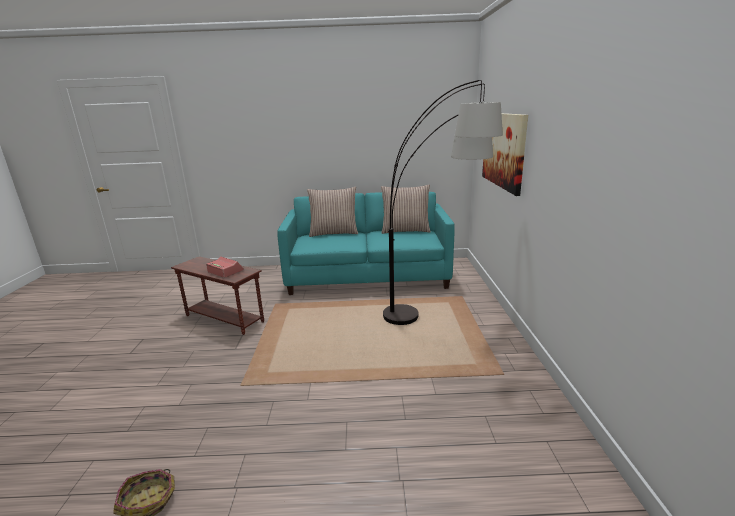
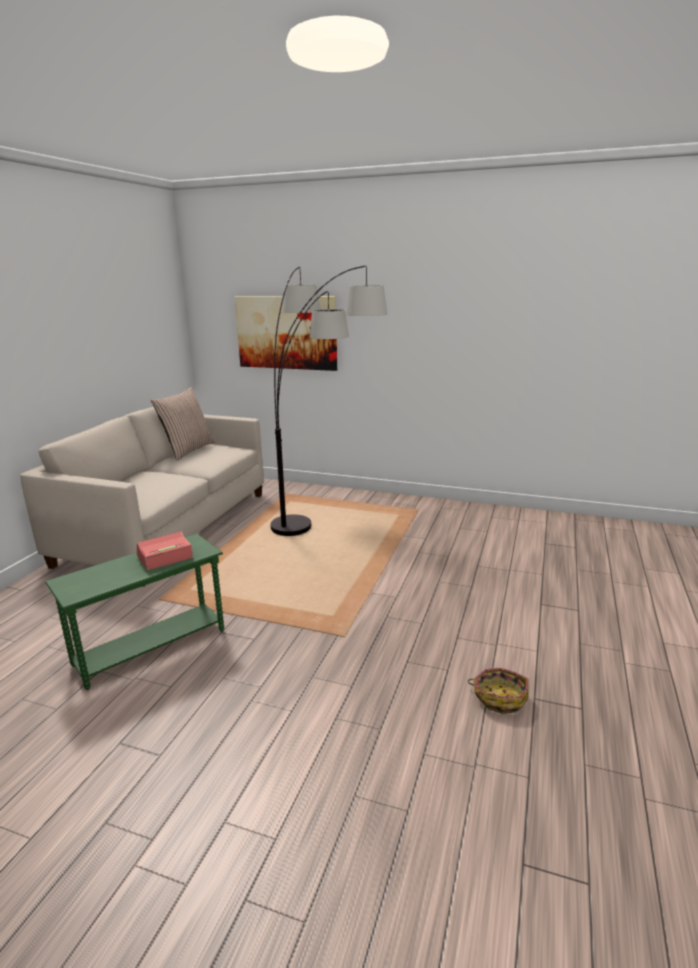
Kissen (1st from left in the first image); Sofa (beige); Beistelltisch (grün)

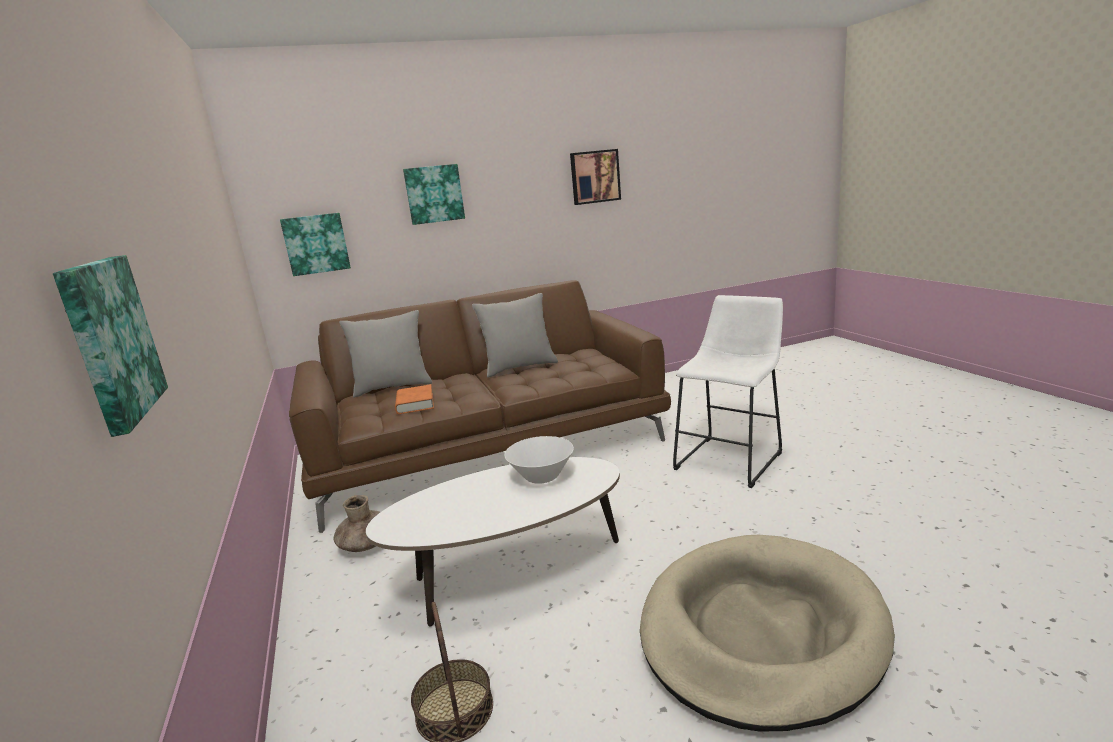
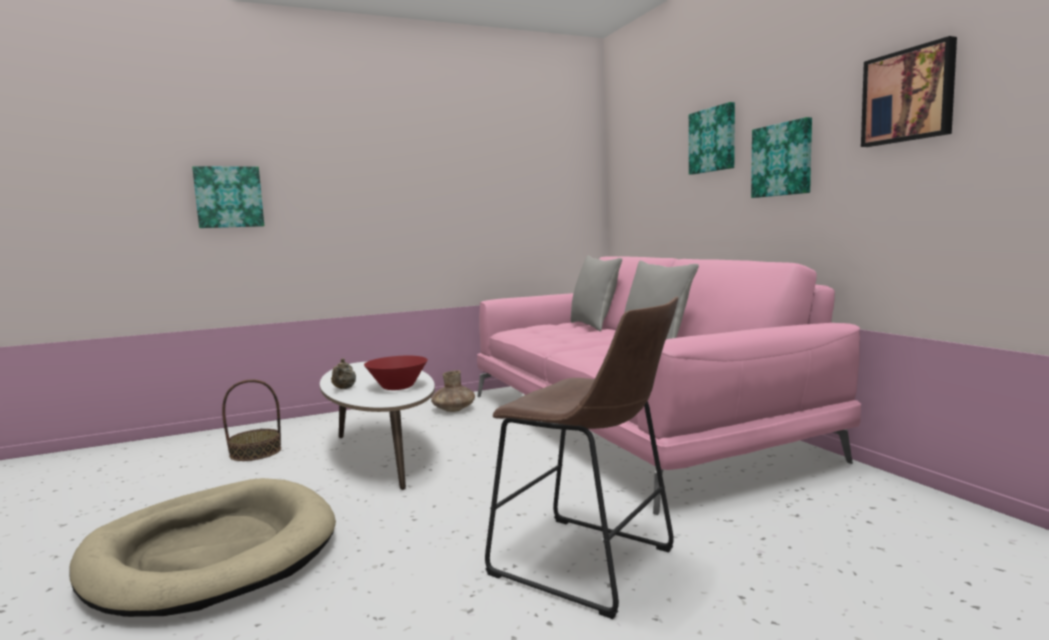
Bild (3rd from left); Sofa (rosa); Hocker (braun); Buch (orange); Schüssel (rot); Teekanne (beige)

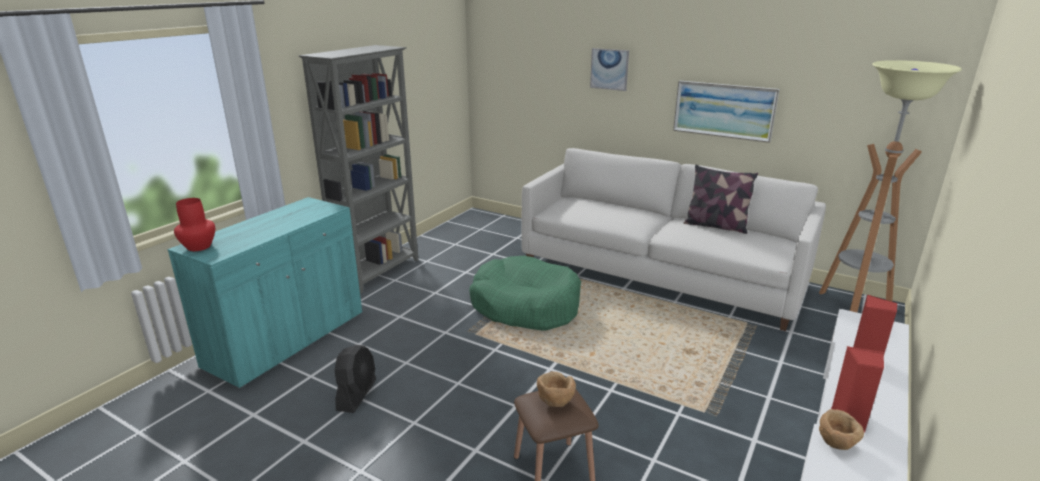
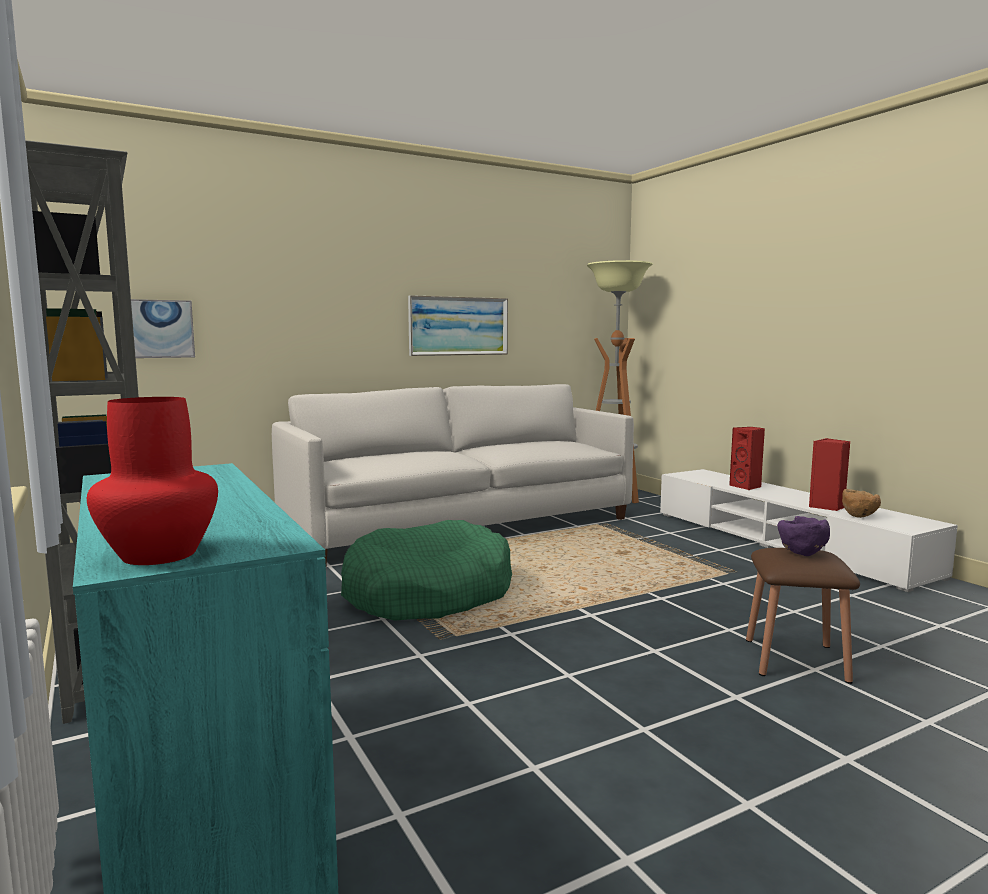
Bild (1st from left); Kissen; Ventilator (schwarz); Schüssel (lila)

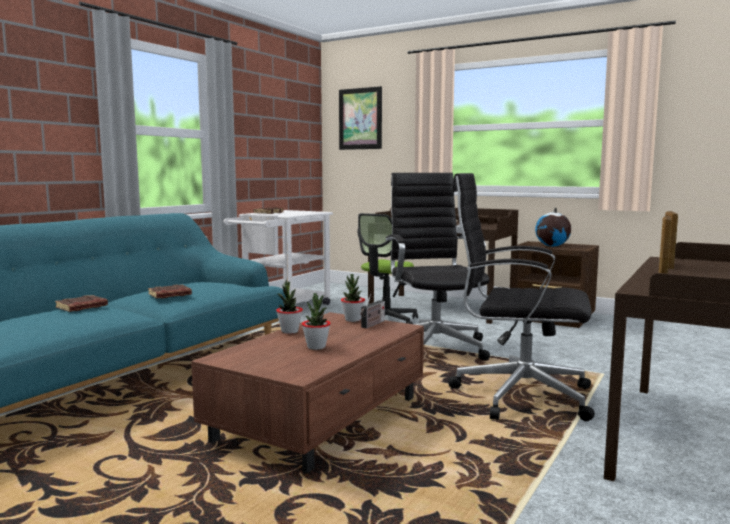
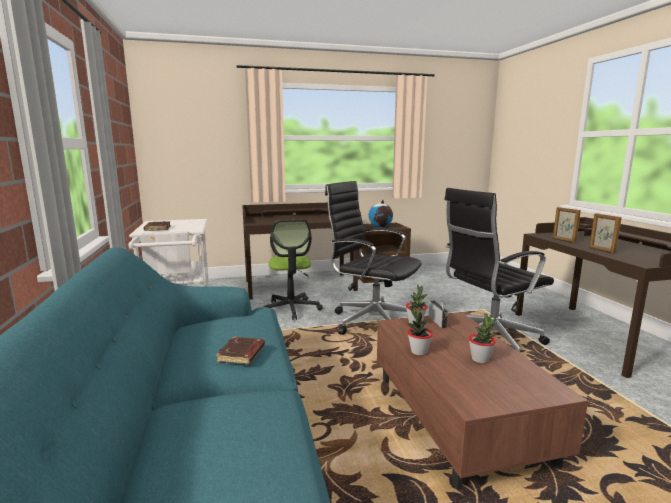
Bild; Buch (braun) (1st from left in the first image)

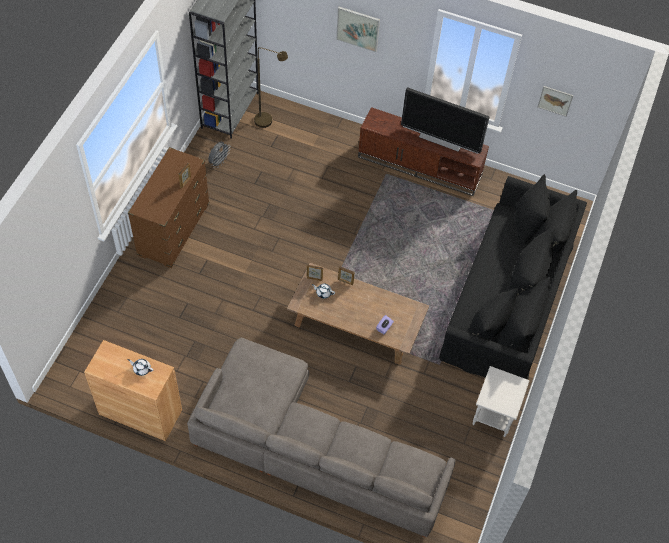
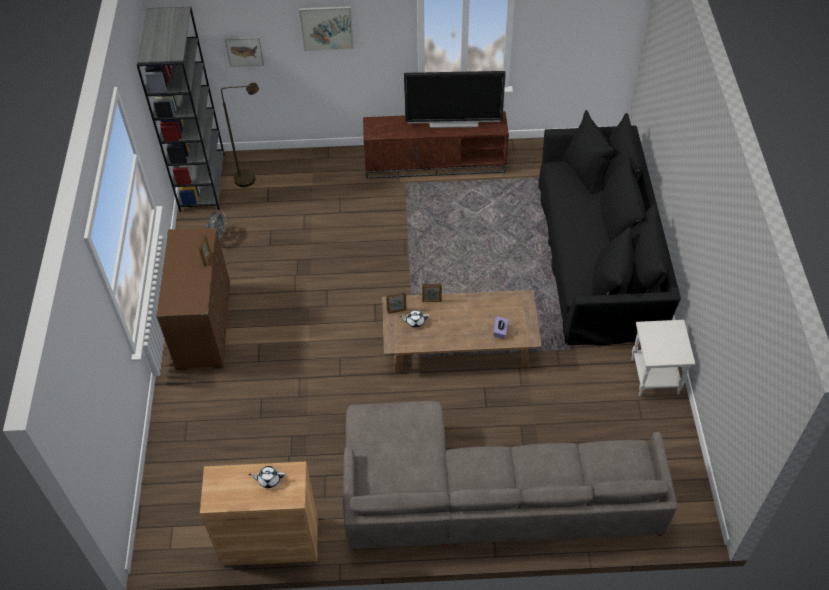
Bild (1st from left)

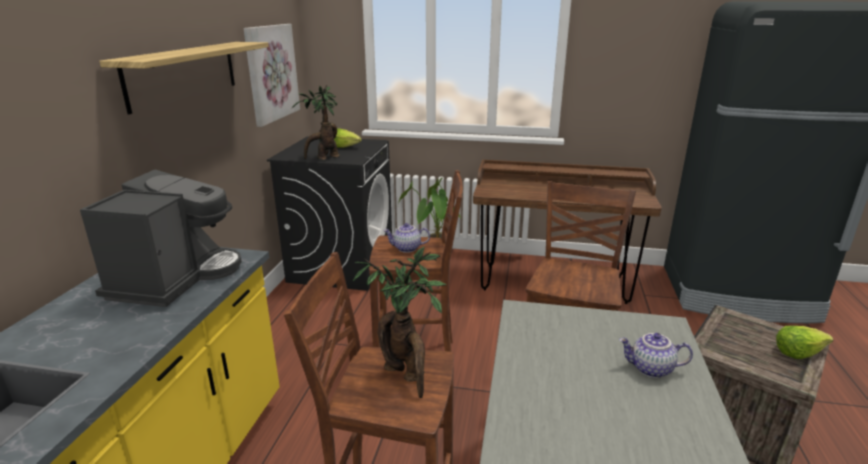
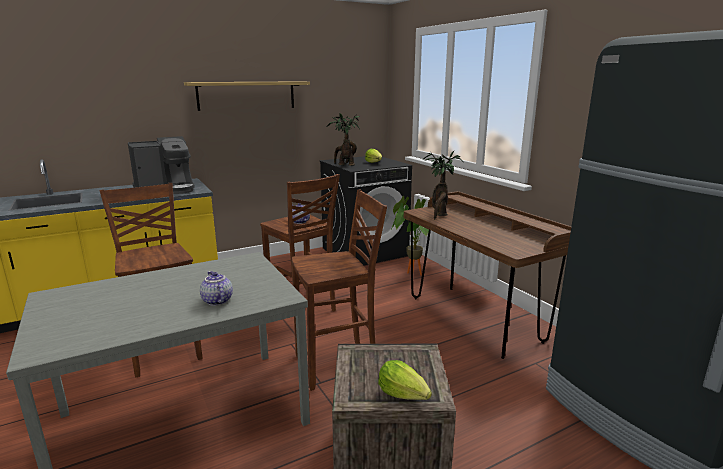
Bild; Topfpflanze (3rd from left)

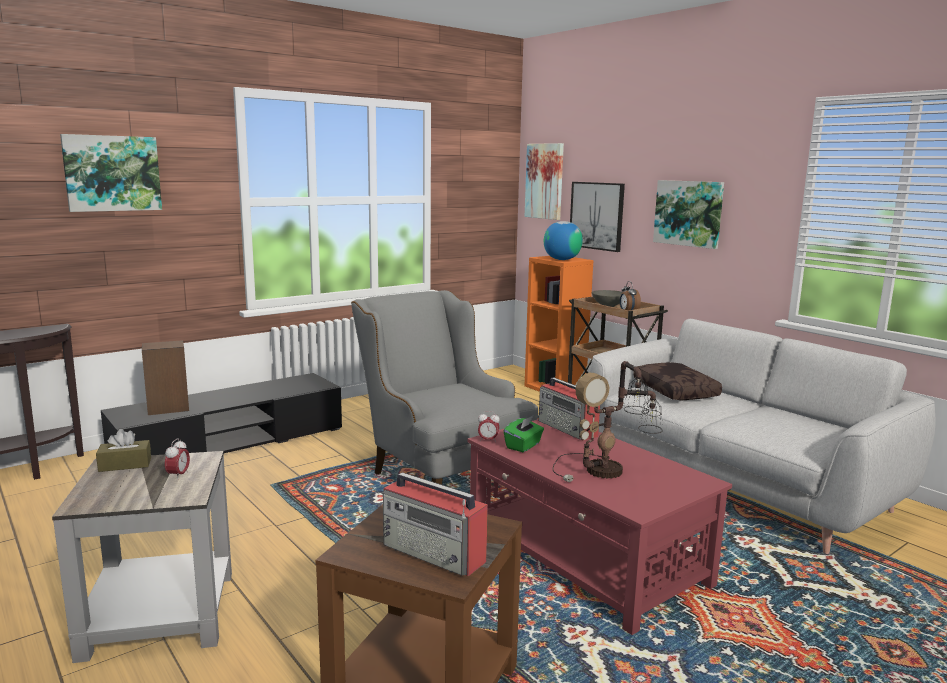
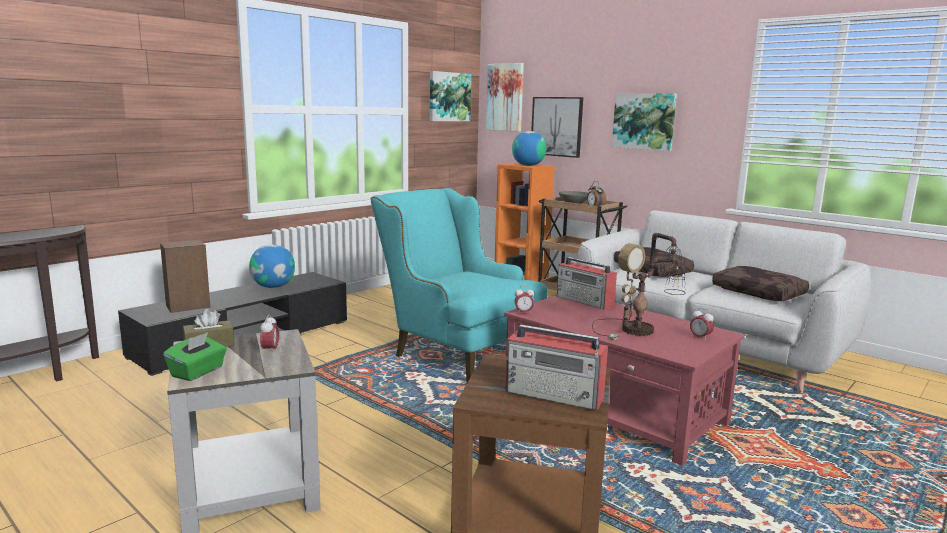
Bild (1st from left); Sessel (türkis); Taschentuchbox (grün); Globus (1st from left); Kissen (braun) (2nd from left); Wecker (4th from left)

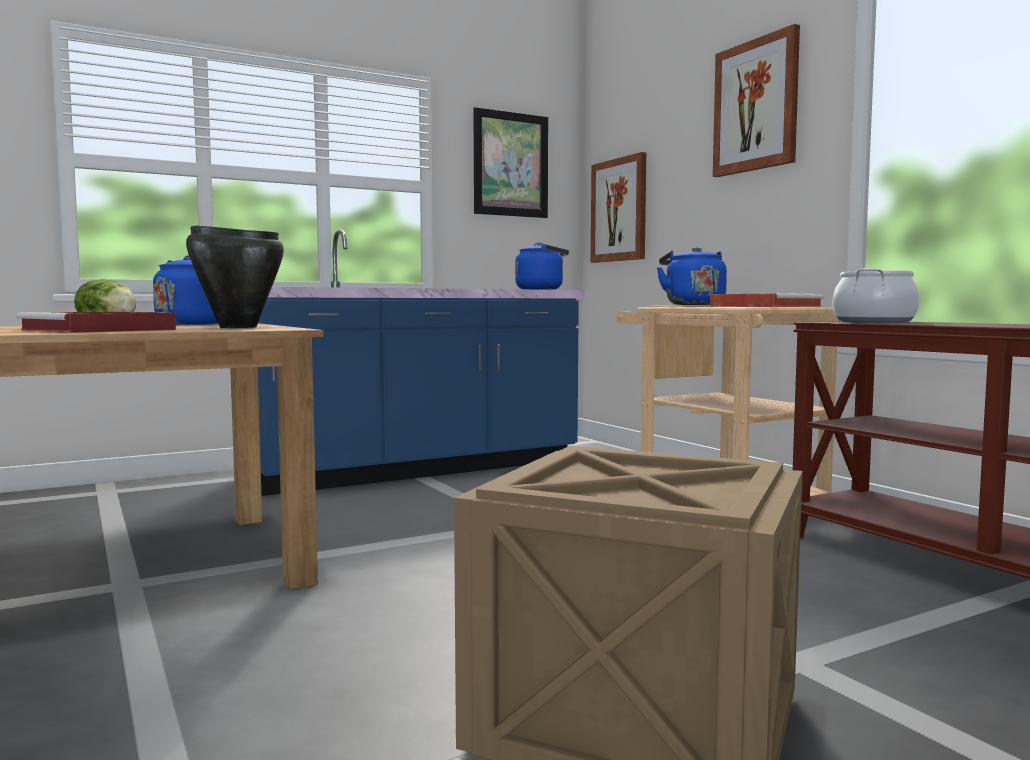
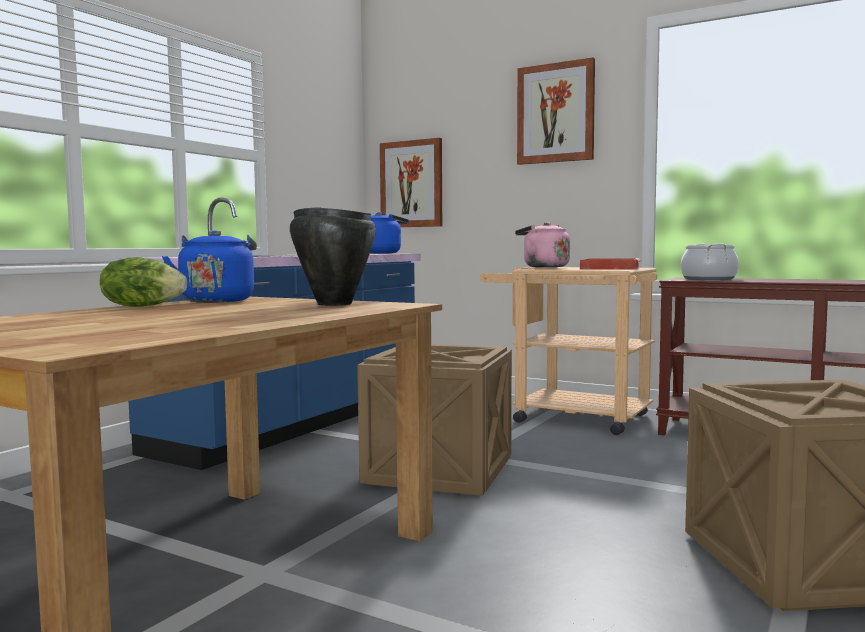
Bild (1st from left in the first image); Wasserkessel (rosa); Tablett (rot) (1st from left in the first image); Kiste (1st from left)

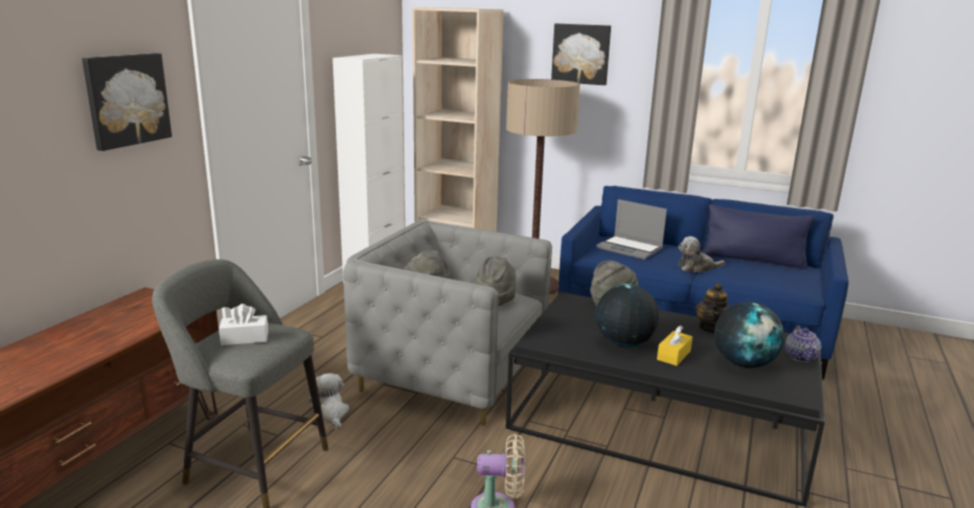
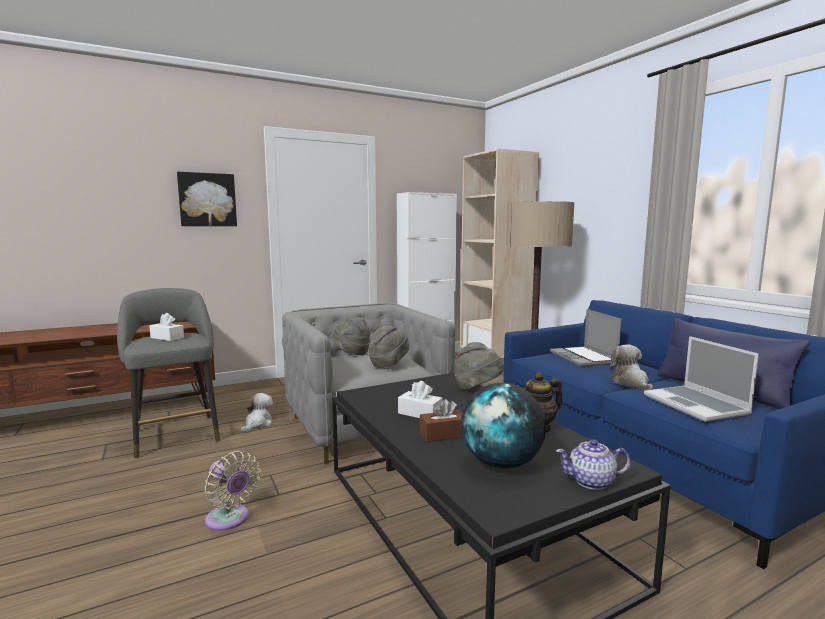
Bild (2nd from left in the first image); Plüschtier (2nd from left); Taschentuchbox (weiß) (2nd from left); Teekanne (2nd from left); Taschentuchbox (braun); Laptop (2nd from left)

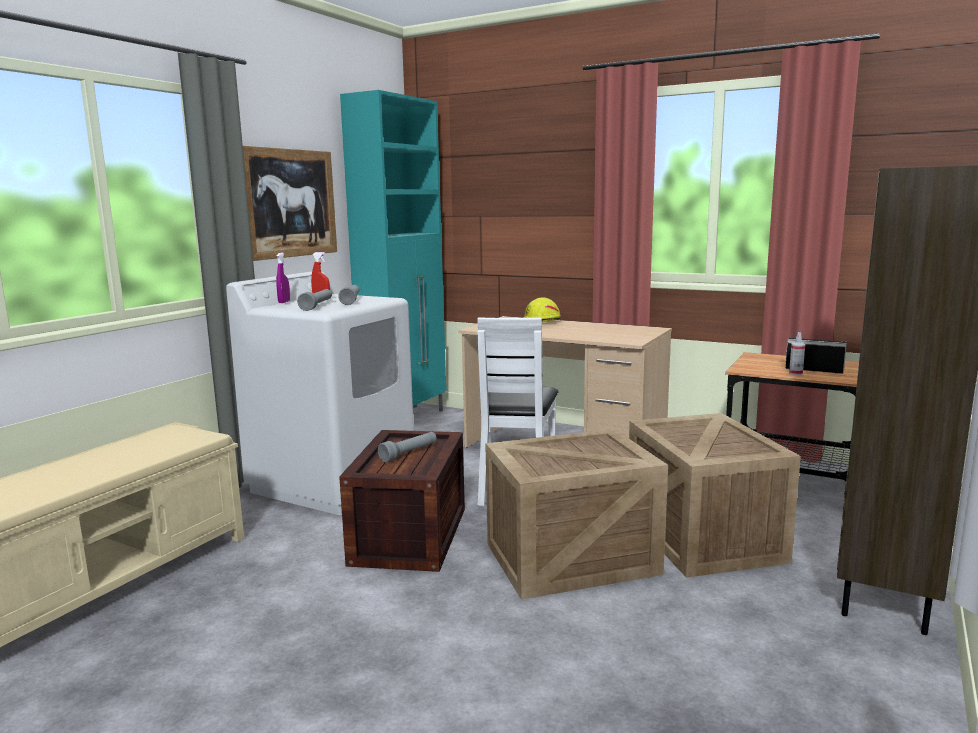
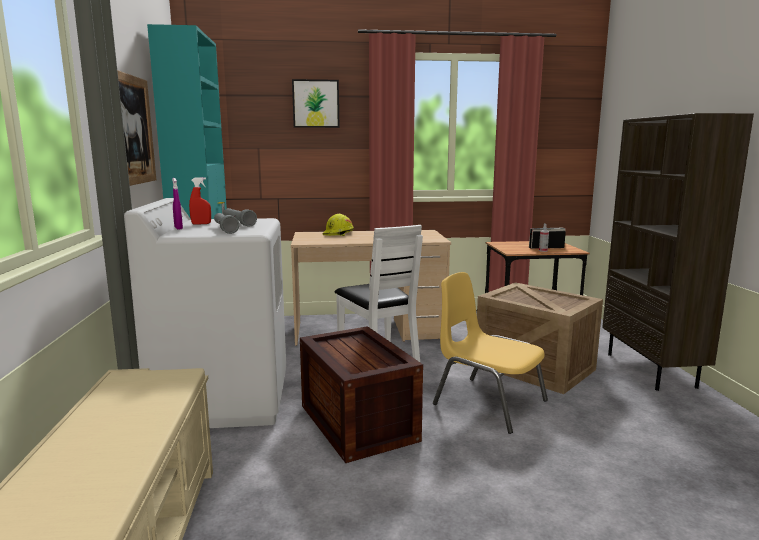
Stuhl (gelb); Taschenlampe (grau) (3rd from left in the first image); Bild (2nd from left)

